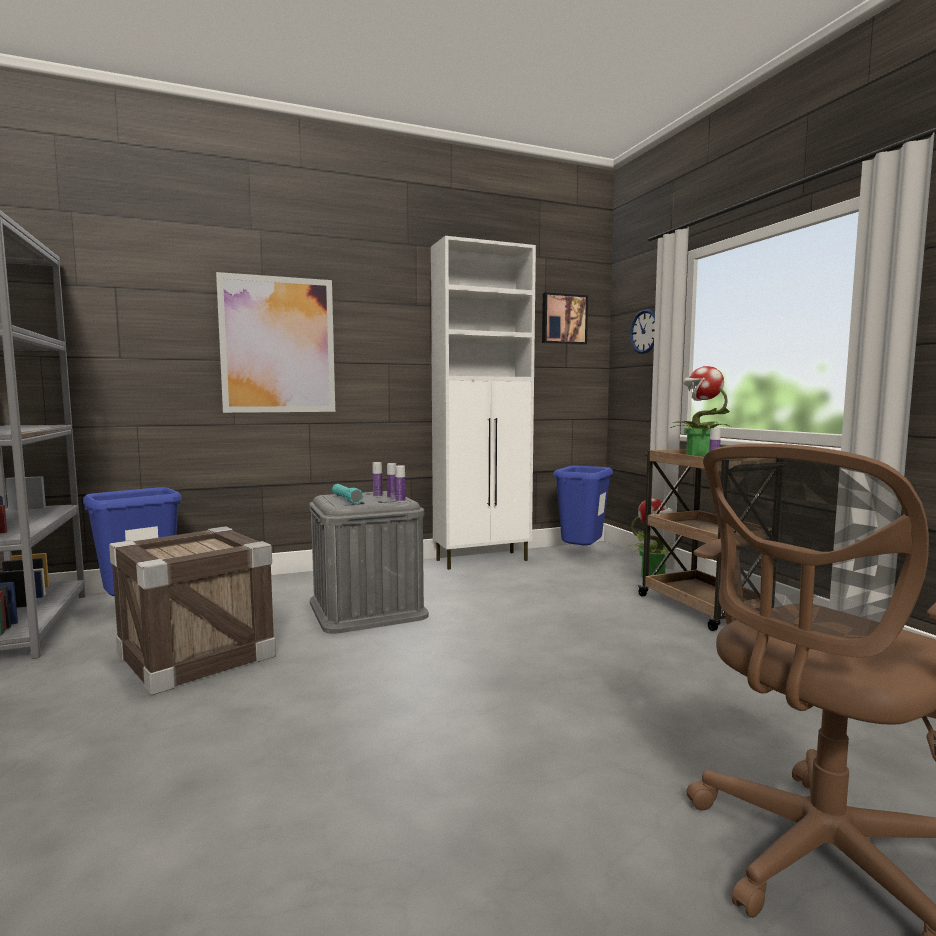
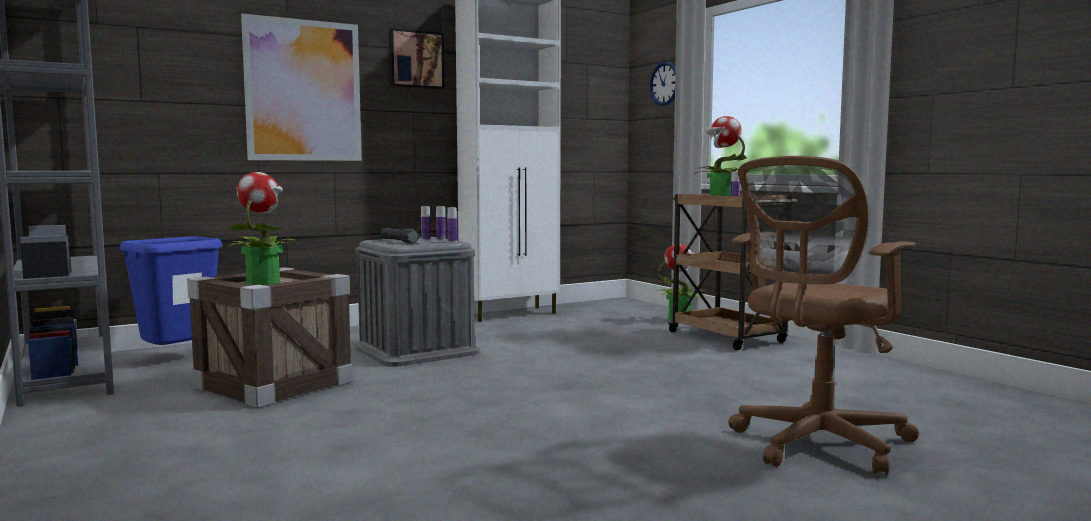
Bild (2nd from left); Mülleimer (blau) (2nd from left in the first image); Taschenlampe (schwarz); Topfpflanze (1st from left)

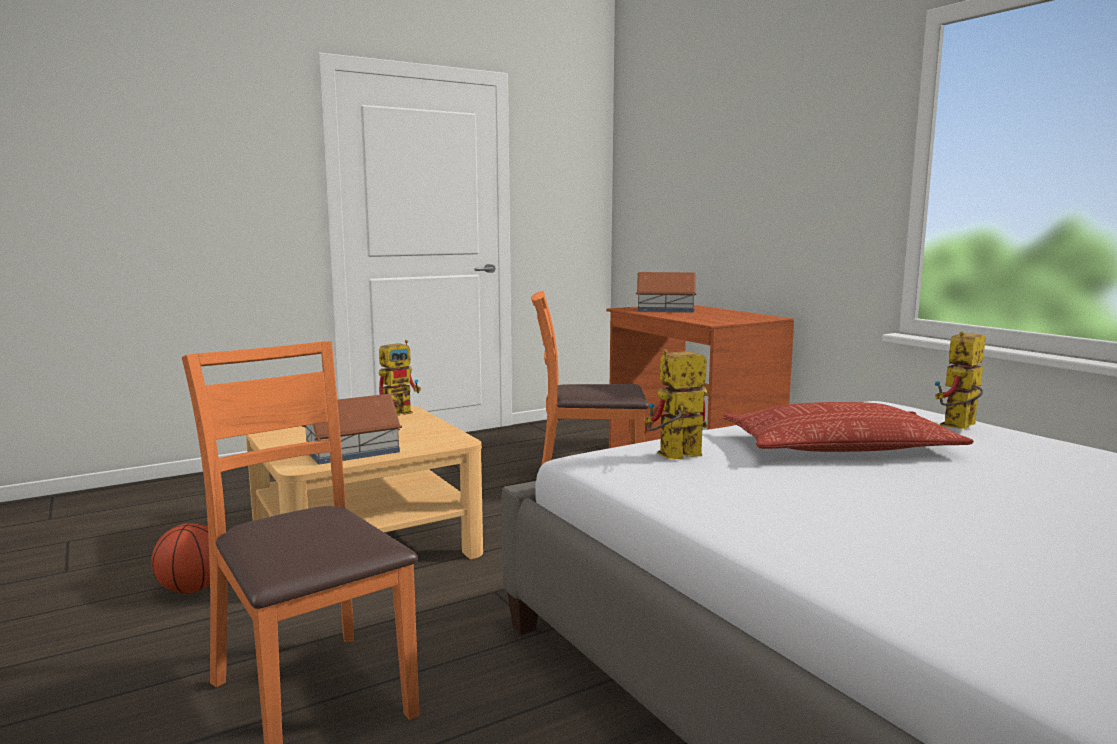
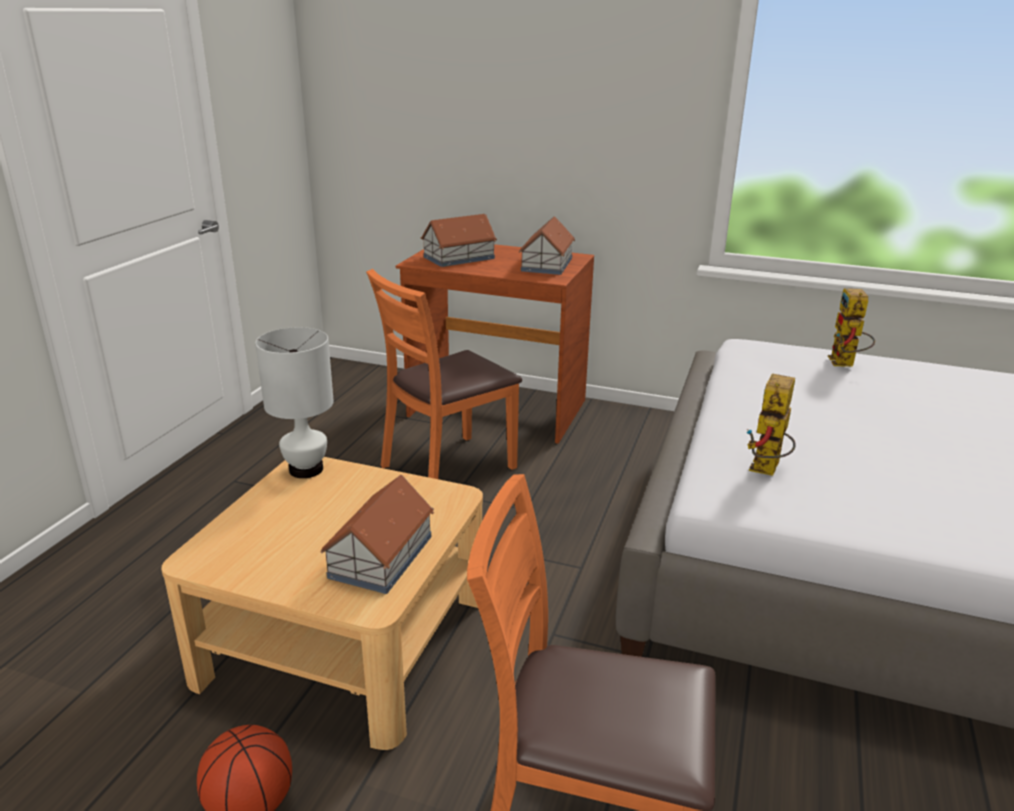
Tischlampe (weiß); Kissen; Spielzeughaus (3rd from left)

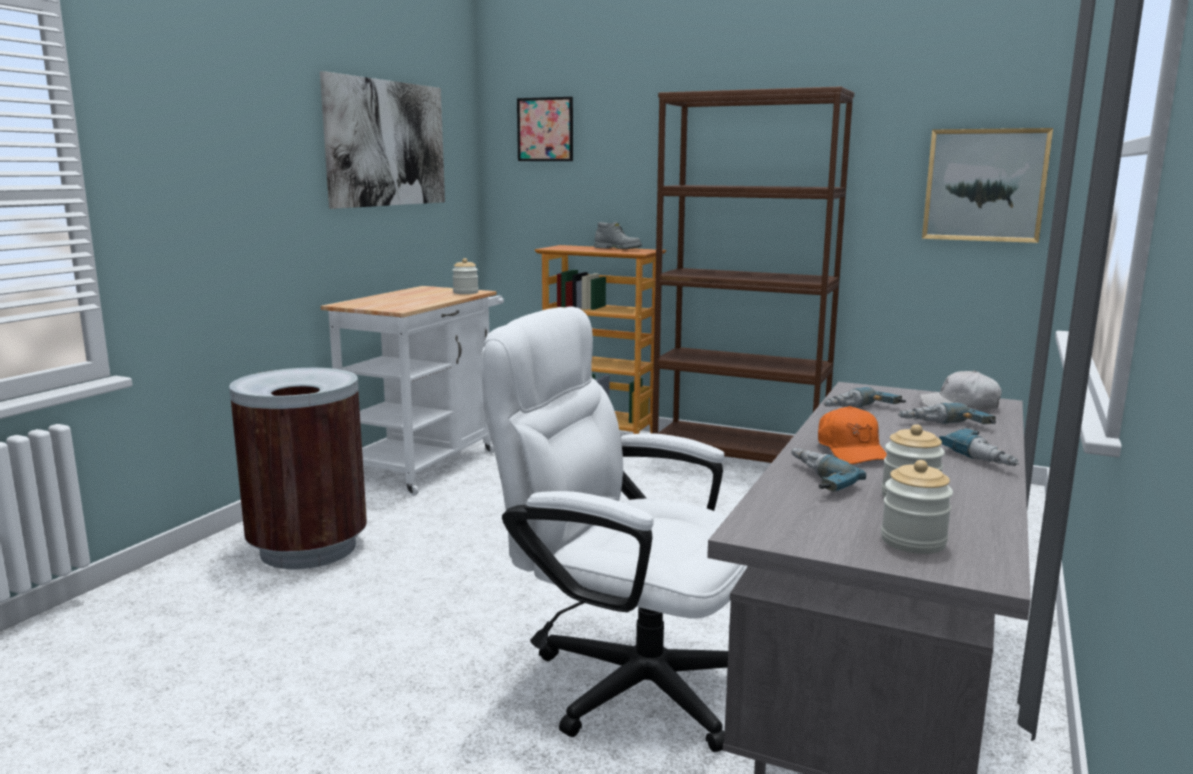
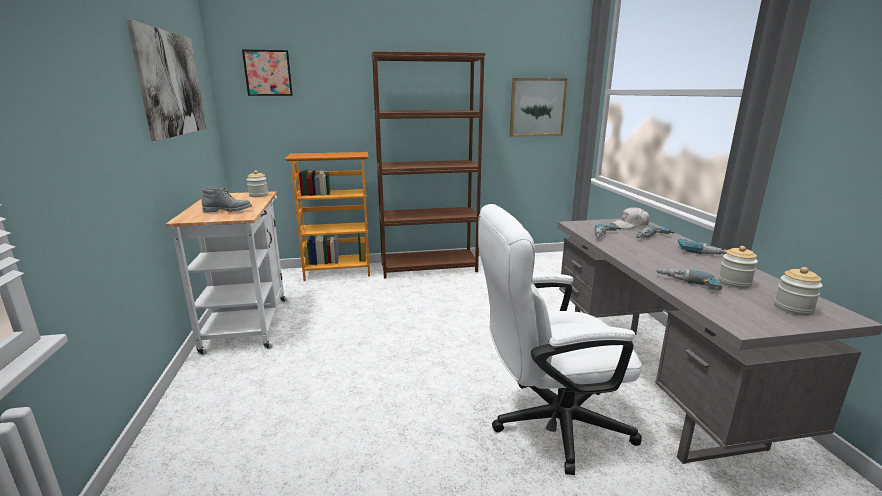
Stiefel (grau); Mülleimer (braun); Kappe (orange)

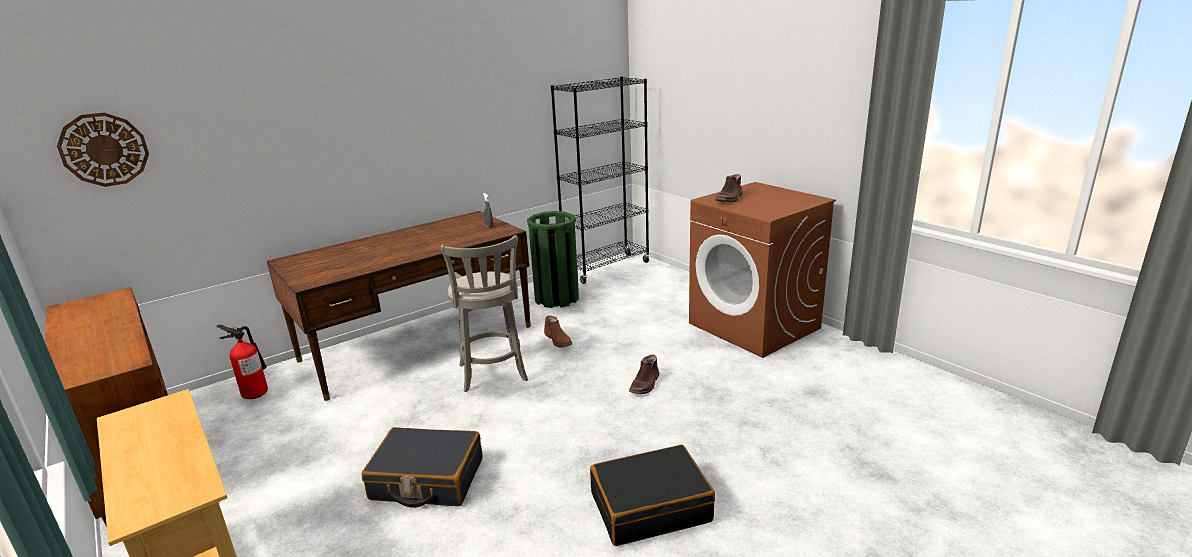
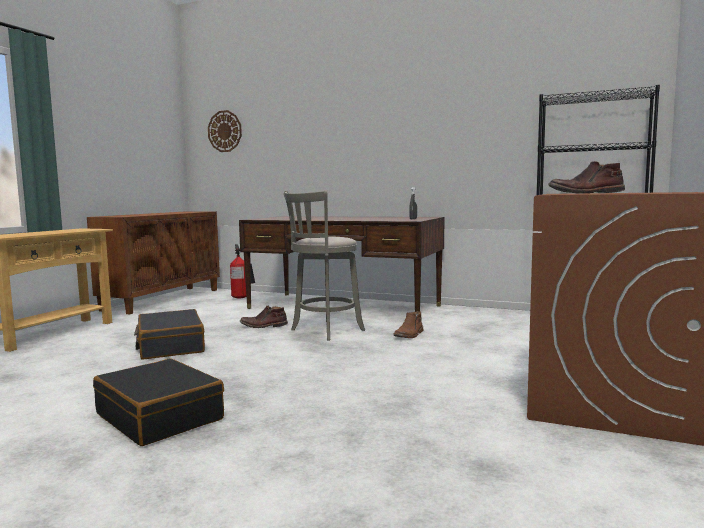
Mülleimer (grün); Stiefel (braun) (1st from left)

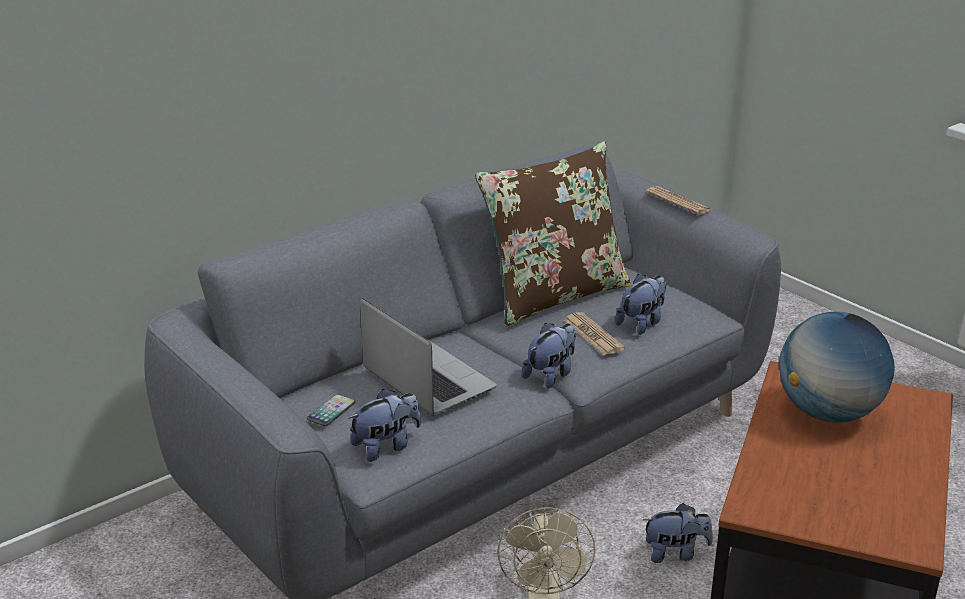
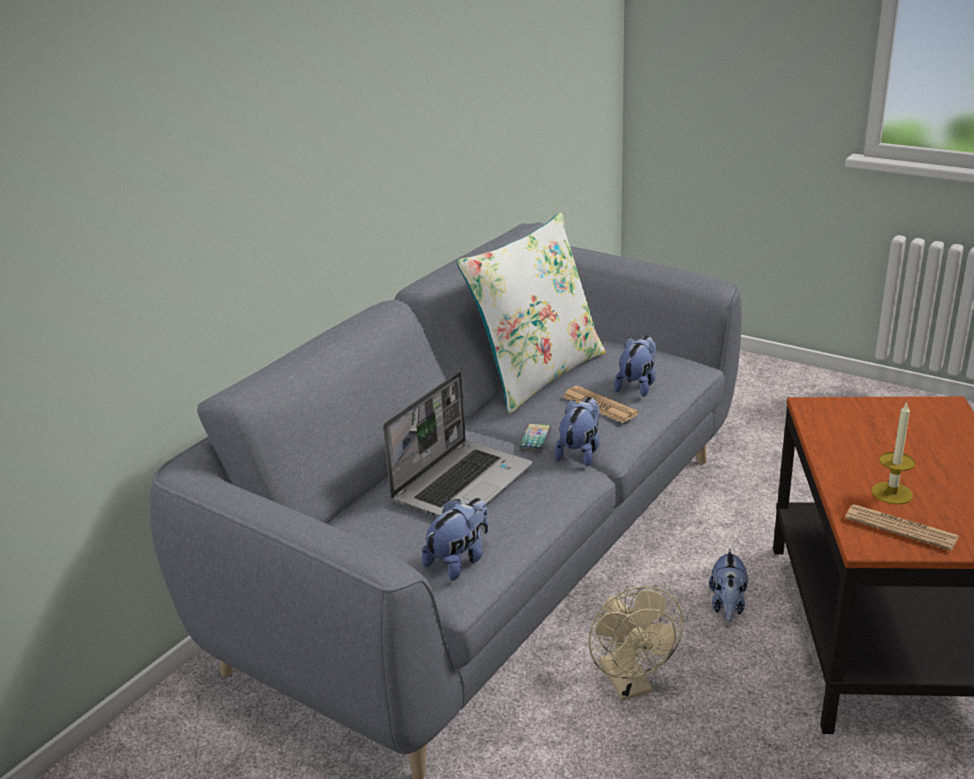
Kissen (weiß); Zeitung (2nd from left); Laptop; Globus; Handy; Plüschtier (4th from left); Kerze

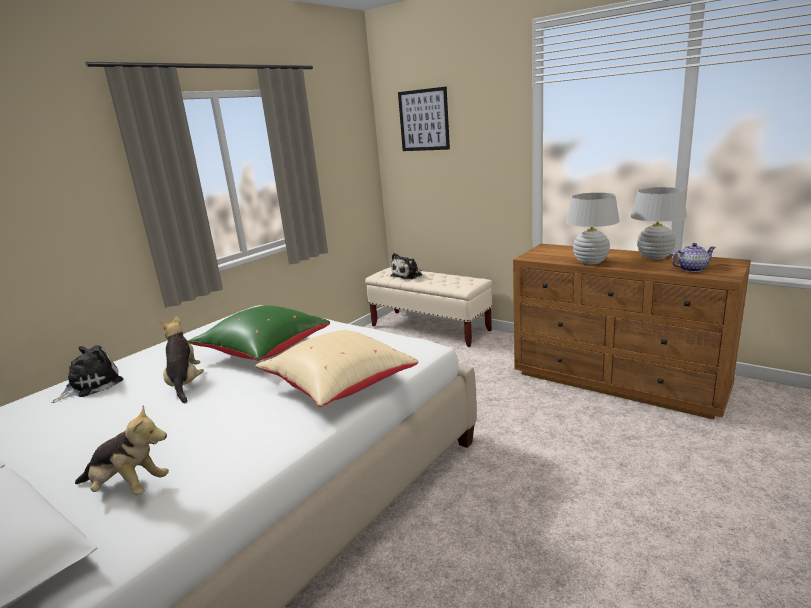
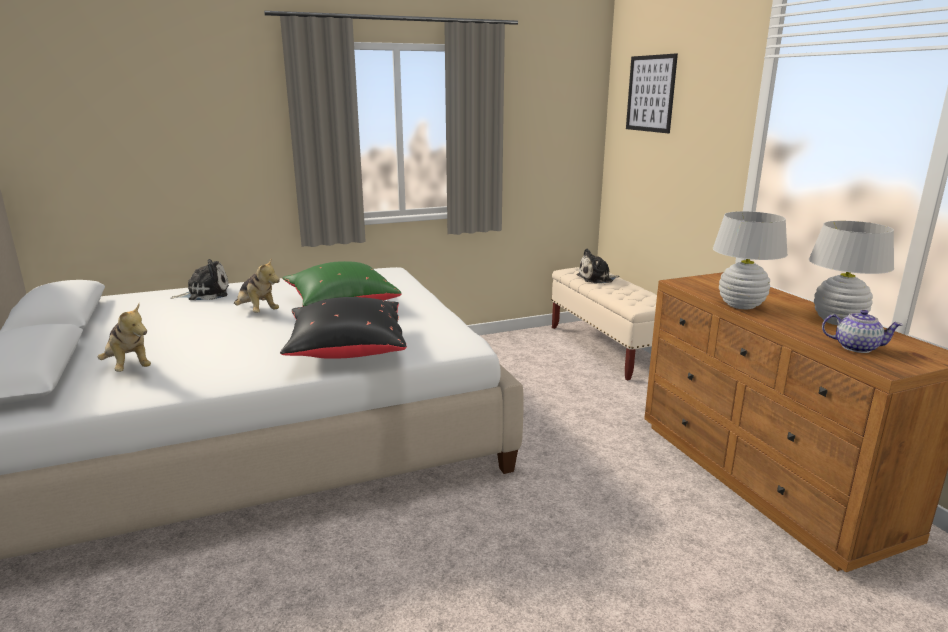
Plüschtier (3rd from left); Kissen (schwarz)

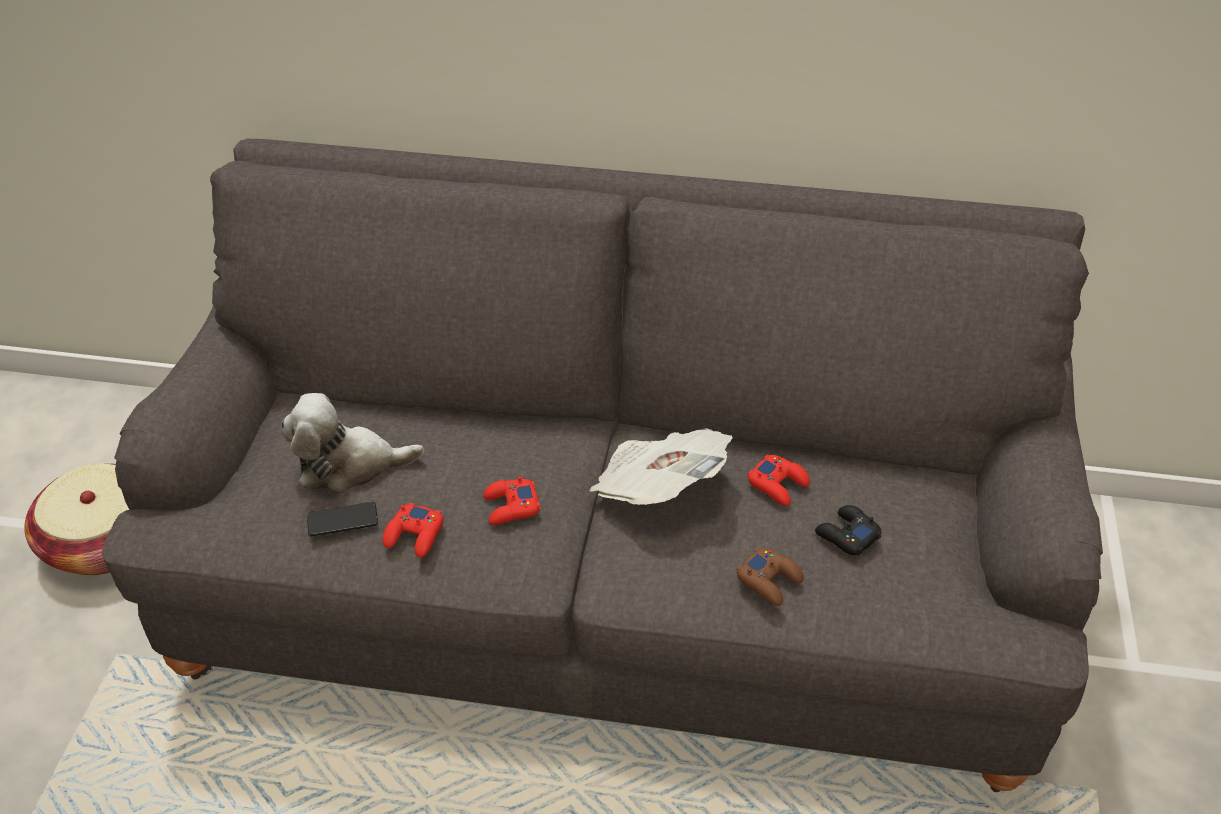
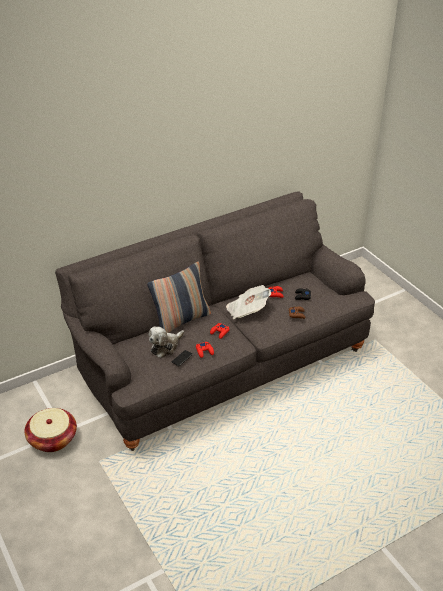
Kissen

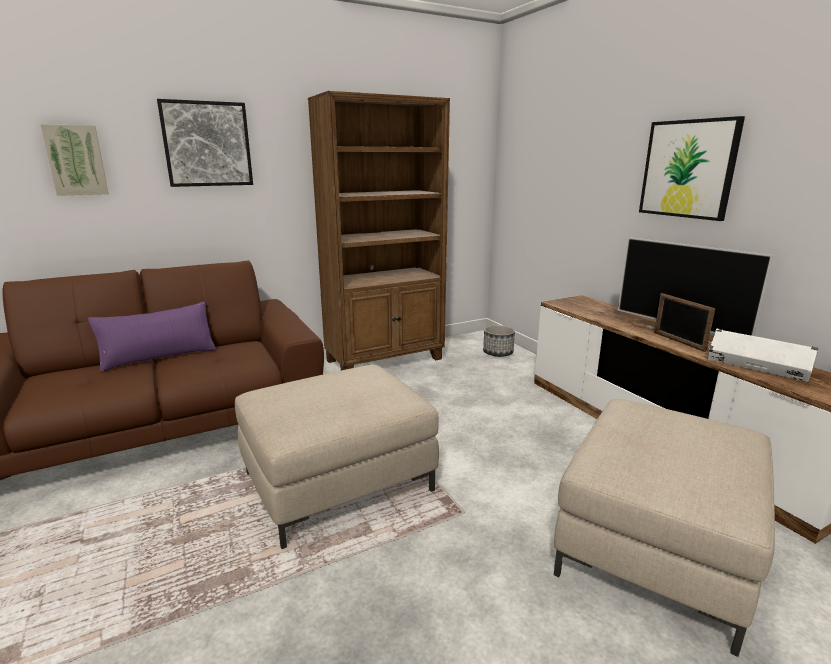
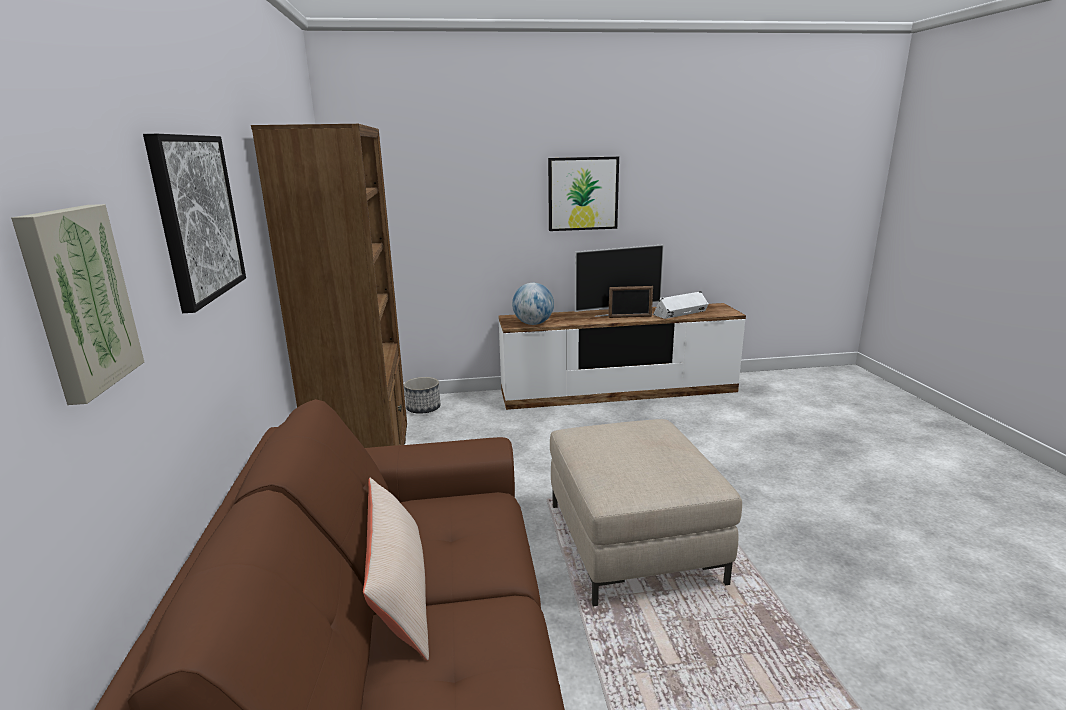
Kissen (beige); Polsterhocker (beige) (2nd from left in the first image); Globus

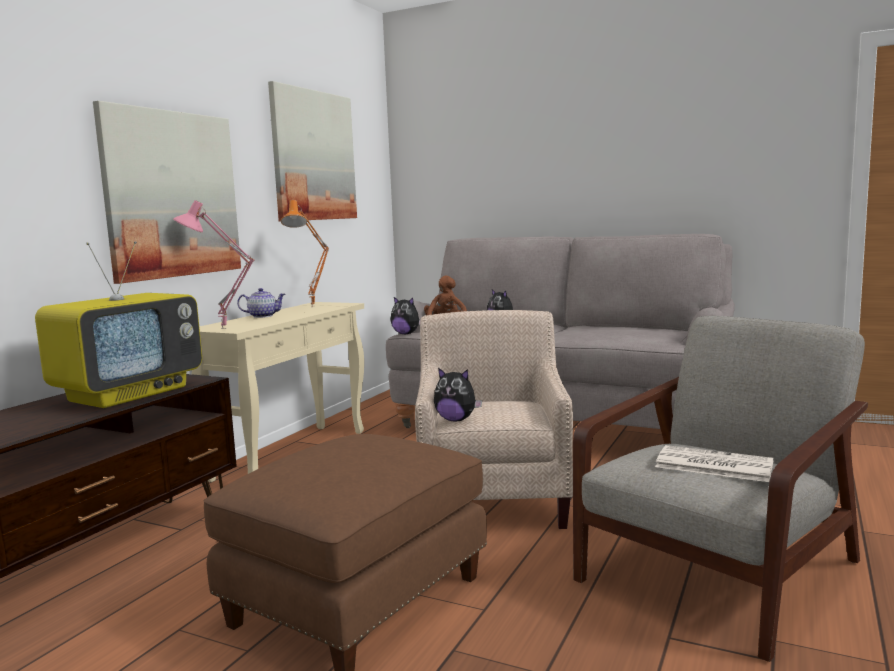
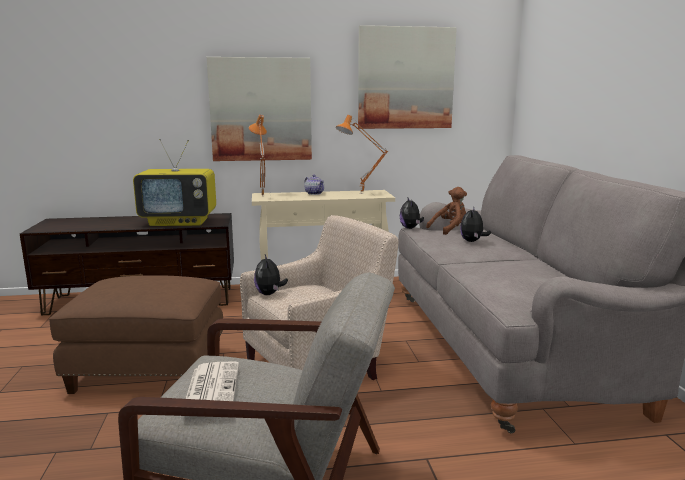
Tischlampe (orange) (1st from left)

